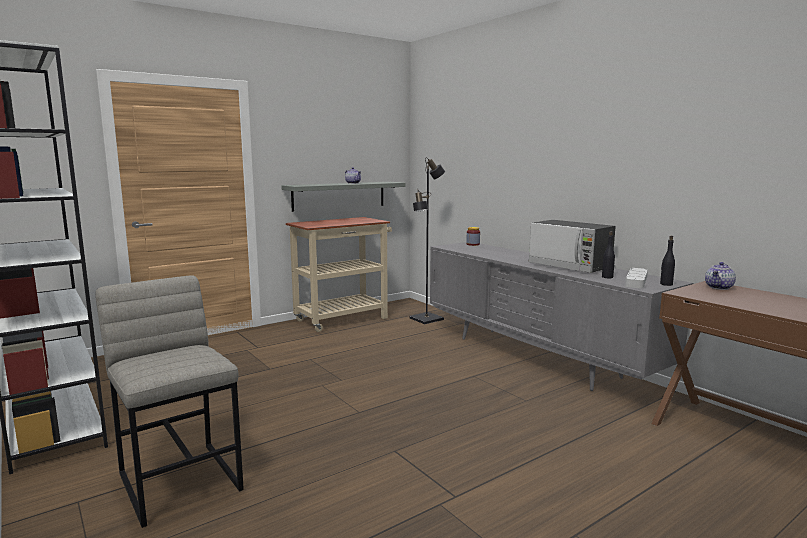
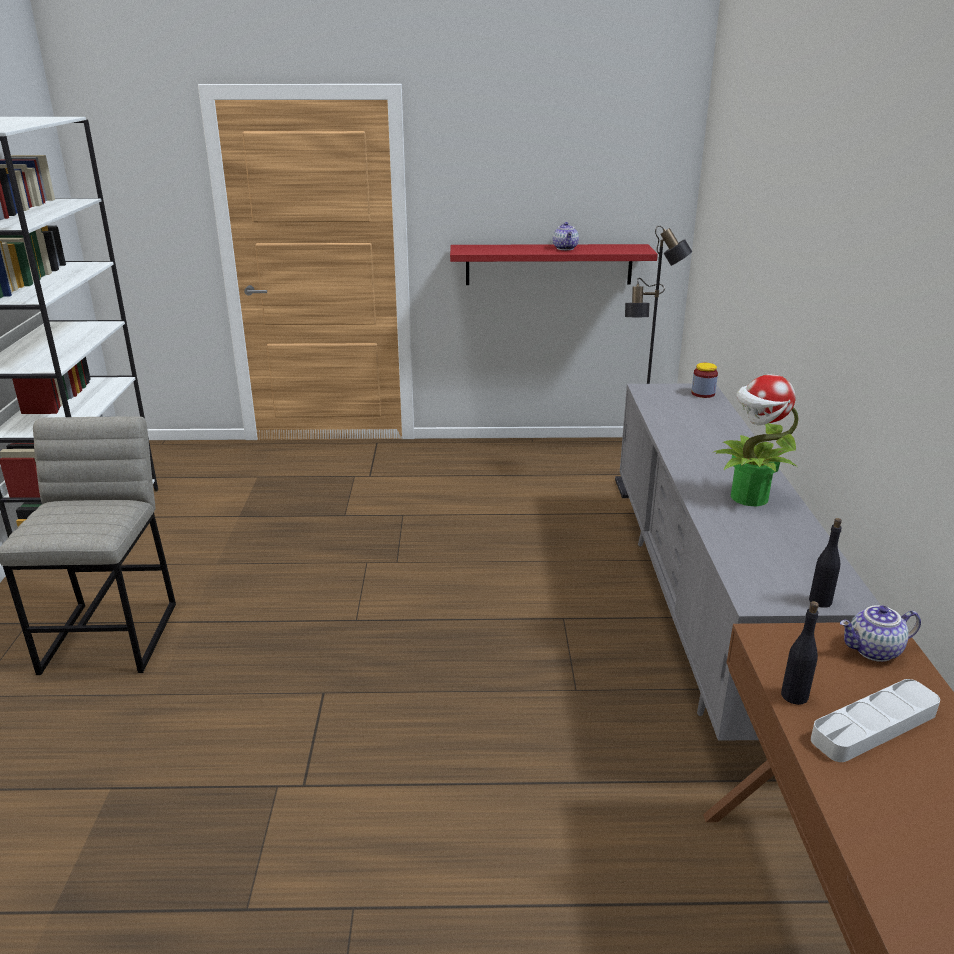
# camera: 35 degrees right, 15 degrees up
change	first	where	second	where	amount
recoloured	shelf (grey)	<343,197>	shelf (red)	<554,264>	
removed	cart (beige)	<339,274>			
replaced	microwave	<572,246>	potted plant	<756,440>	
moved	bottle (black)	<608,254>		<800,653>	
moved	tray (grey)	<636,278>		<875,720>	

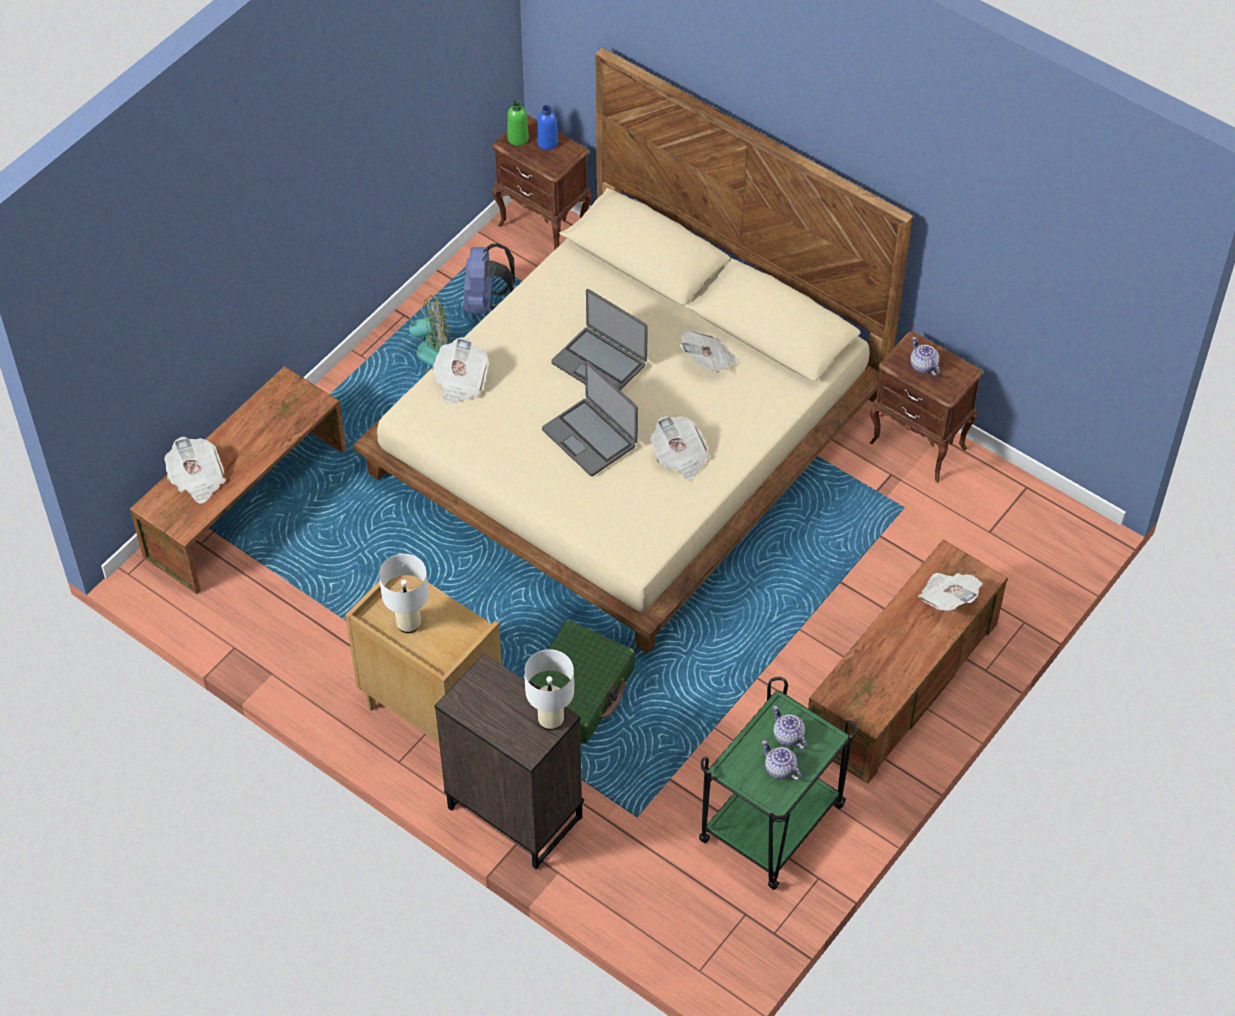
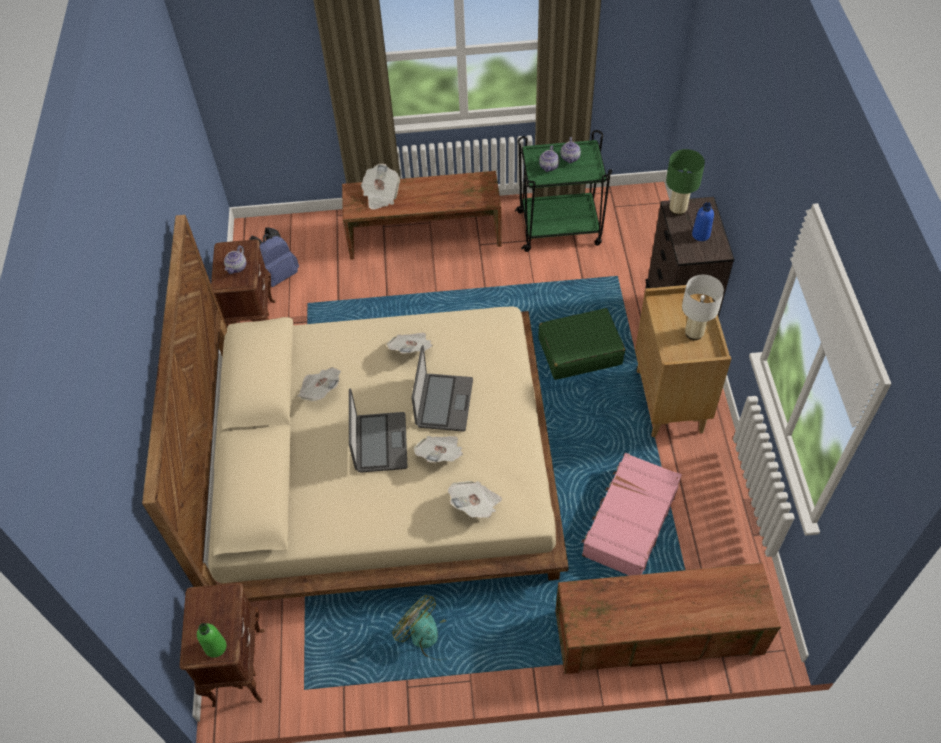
# camera: 130 degrees left, 0 degrees up
change	first	where	second	where	amount
moved	newspaper	<195,470>		<438,449>	
moved	backpack (blue)	<489,278>		<274,257>	
recoloured	table lamp (white)	<549,689>	table lamp (green)	<685,182>	
moved	bottle (blue)	<547,127>		<703,221>	
added			suitcase (pink)	<631,514>	

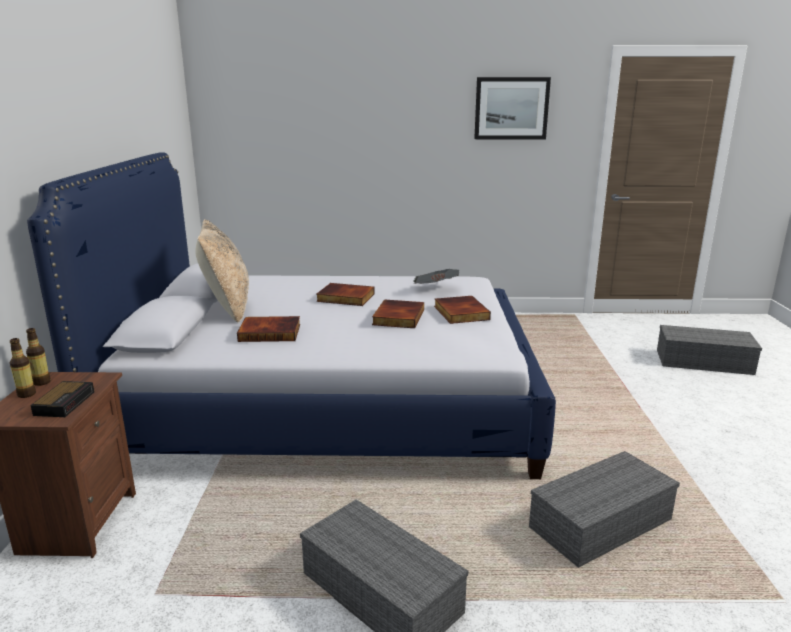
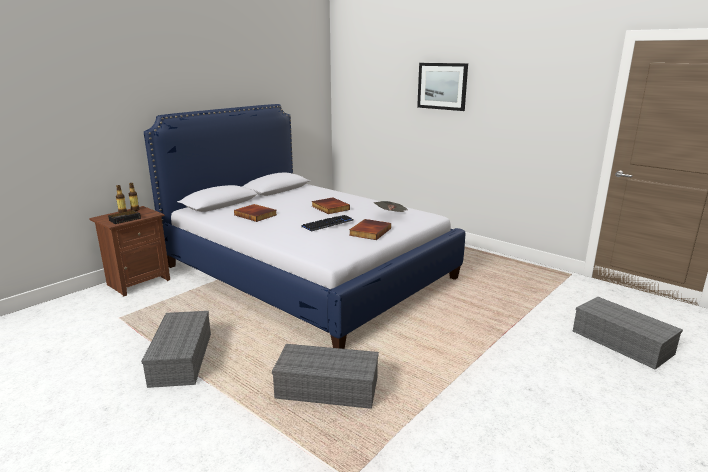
# camera: 40 degrees right, 0 degrees up
change	first	where	second	where	amount
removed	pillow (beige)	<222,271>			
replaced	book	<398,313>	keyboard	<327,223>	
moved	picture	<512,108>		<442,87>	

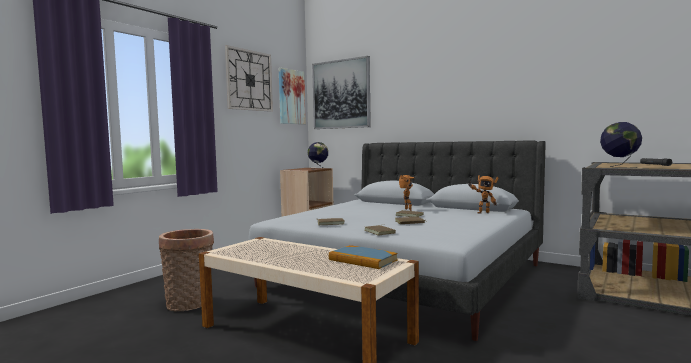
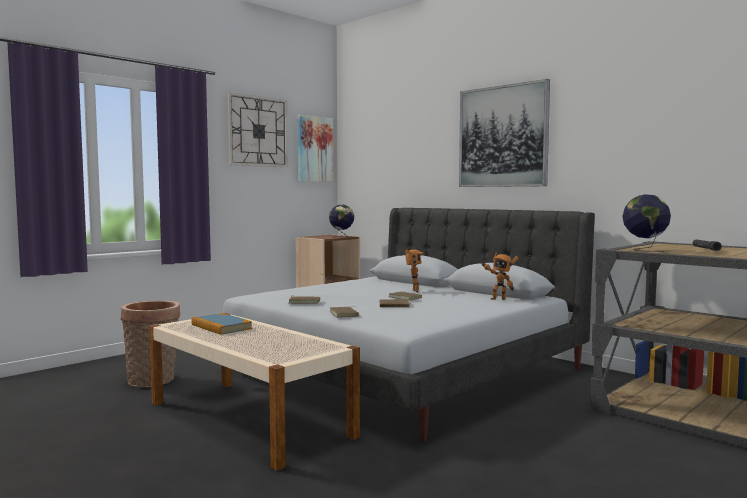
# camera: 10 degrees right, 0 degrees up
change	first	where	second	where	amount
moved	picture	<341,92>		<504,133>	
moved	book	<363,257>		<221,324>	

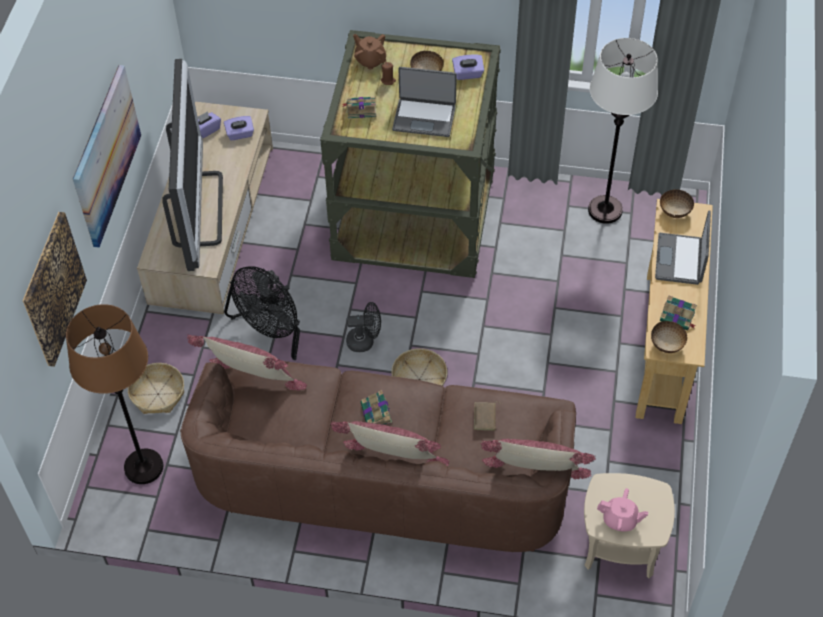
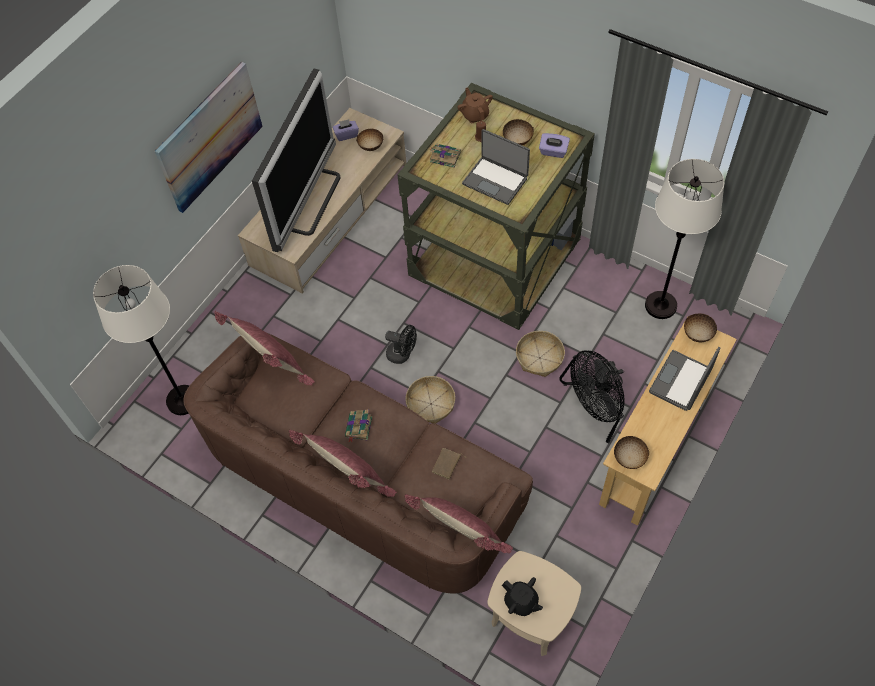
# camera: 25 degrees right, 5 degrees up
change	first	where	second	where	amount
removed	picture	<55,289>			
recoloured	floor lamp (brown)	<114,394>	floor lamp (white)	<141,340>	
moved	basket	<156,388>		<540,354>	
replaced	tissue box (purple)	<239,128>	bowl	<369,140>	
moved	fan (black)	<262,313>		<592,397>	
recoloured	teapot (pink)	<622,509>	teapot (black)	<522,596>	
removed	book	<678,312>			

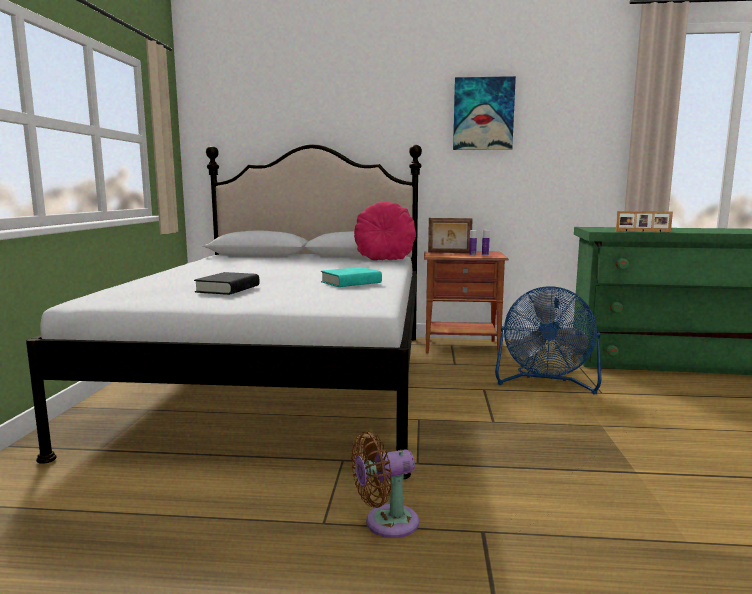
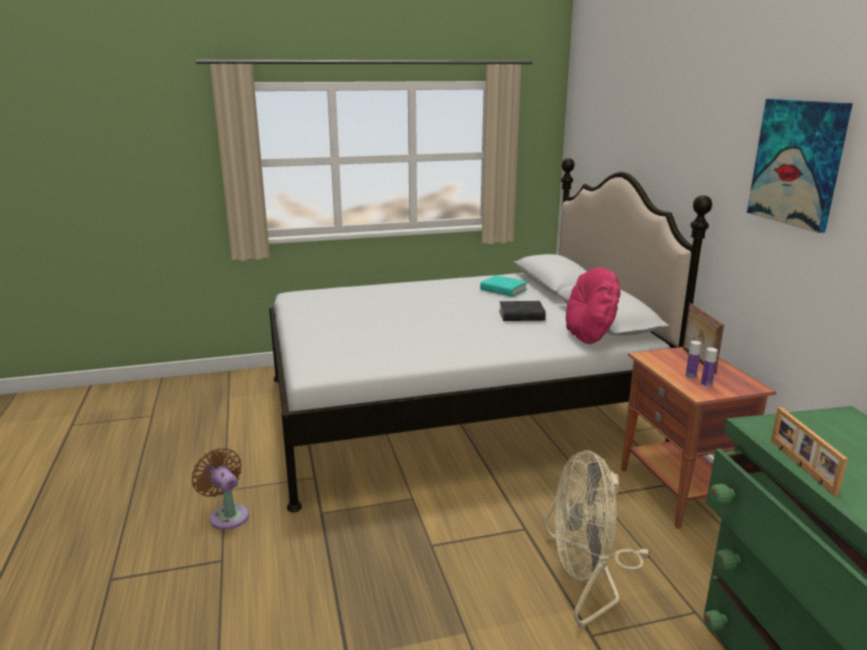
# camera: 70 degrees right, 10 degrees up
change	first	where	second	where	amount
moved	book (black)	<227,283>		<522,311>	
moved	book (turquoise)	<351,277>		<503,286>	
recoloured	fan (blue)	<548,340>	fan (beige)	<597,540>	

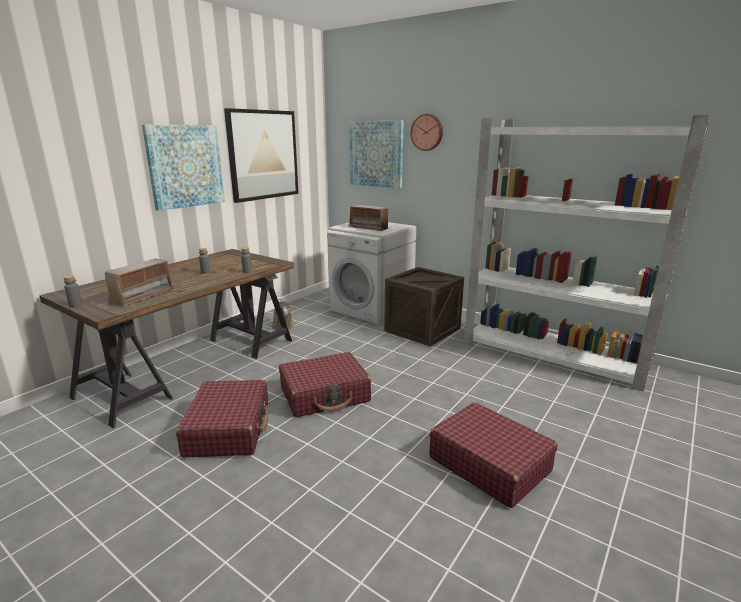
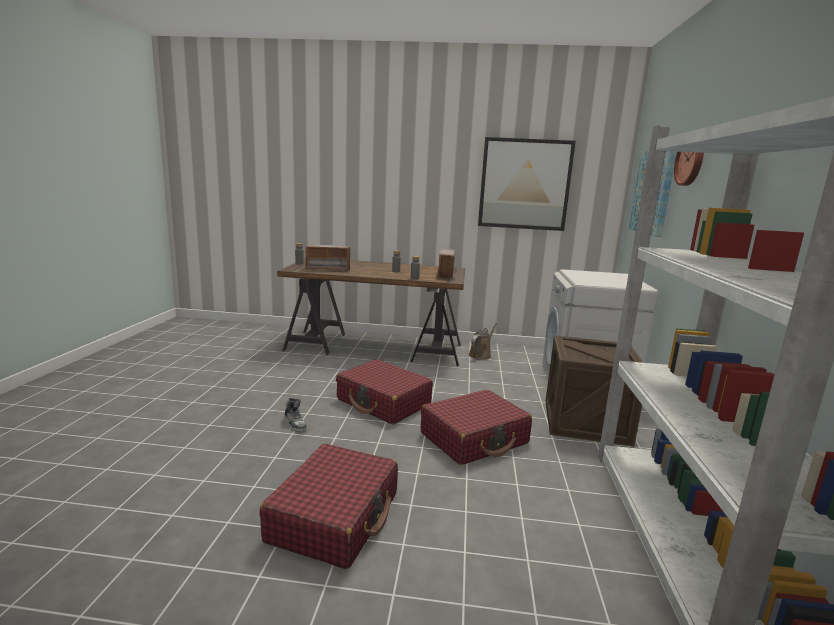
# camera: 60 degrees right, 5 degrees down
change	first	where	second	where	amount
removed	picture	<183,168>			
moved	suitcase (red)	<222,418>		<476,427>	
moved	radio	<368,217>		<445,264>	
added			shoe	<296,415>	

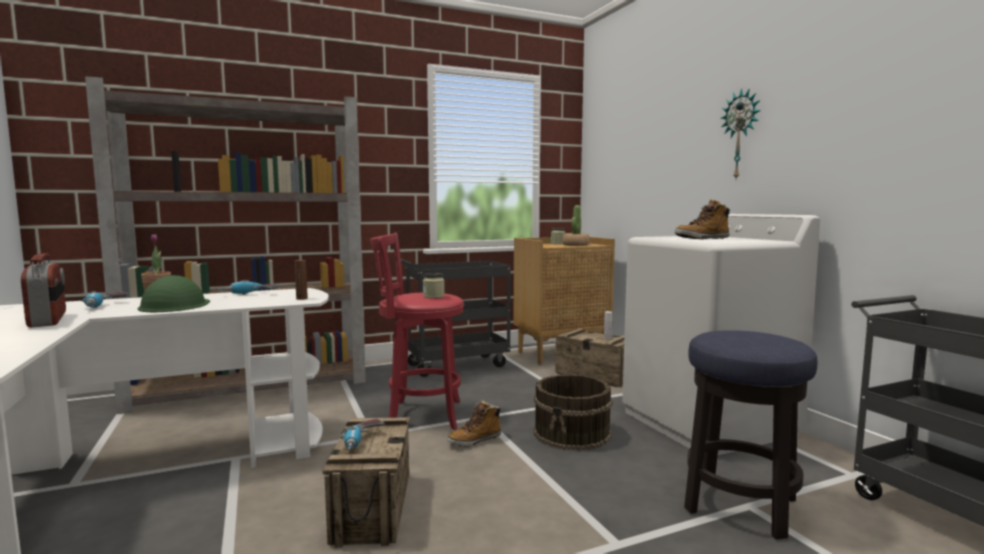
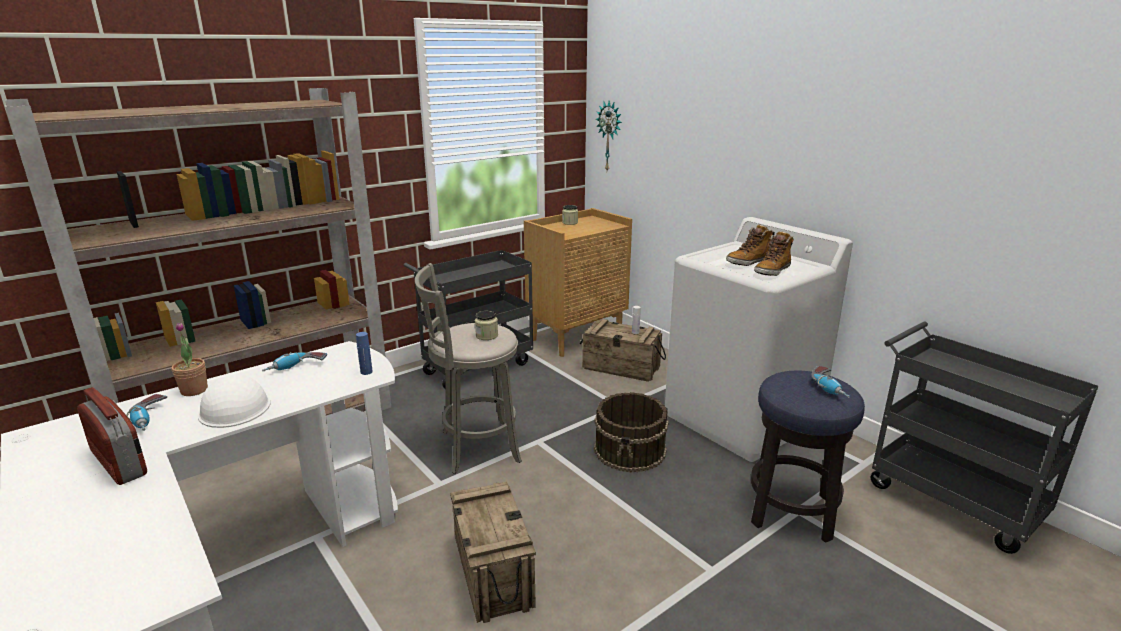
# camera: 15 degrees left, 15 degrees up
change	first	where	second	where	amount
recoloured	hard hat (green)	<173,293>	hard hat (white)	<234,401>	
recoloured	bottle (brown)	<301,280>	bottle (blue)	<364,353>	
moved	power drill	<362,435>		<830,382>	
recoloured	stool (red)	<417,331>	stool (grey)	<468,368>	
moved	boot	<474,423>		<774,253>	
removed	potted plant	<576,225>			
moved	wall clock	<741,133>		<609,136>	

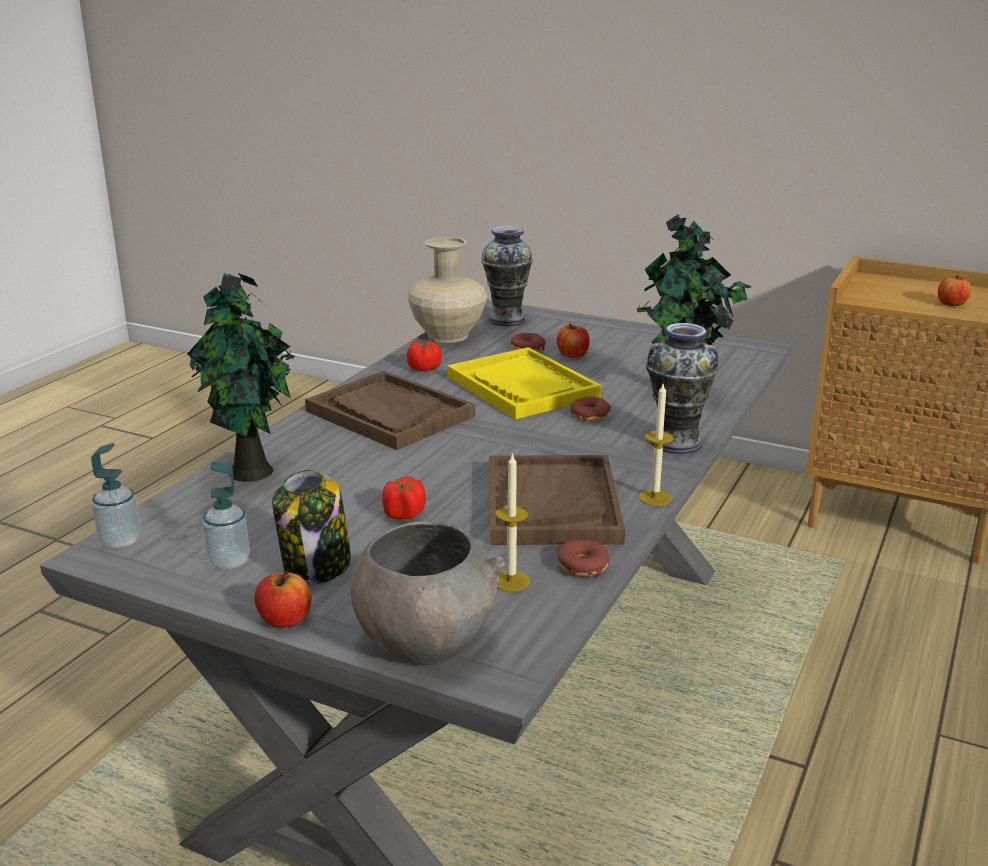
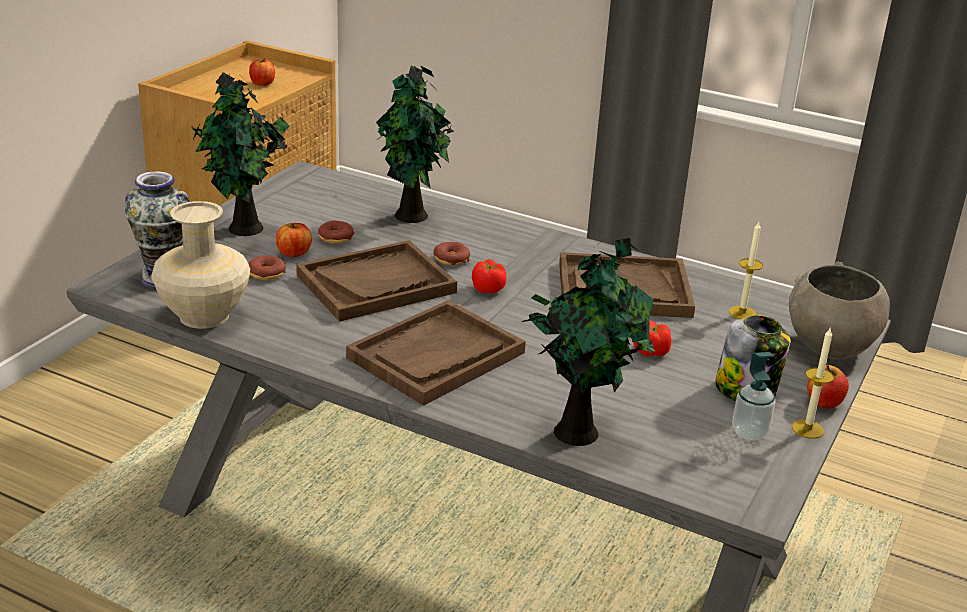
# camera: 90 degrees left, 5 degrees up
change	first	where	second	where	amount
removed	soap dispenser	<116,496>			
moved	tomato	<424,356>		<489,276>	
recoloured	tray (yellow)	<524,383>	tray (brown)	<376,281>	
moved	donut	<584,558>		<336,232>	
moved	candle	<656,445>		<813,383>	
removed	vase	<682,388>			
added			potted plant	<240,154>	

